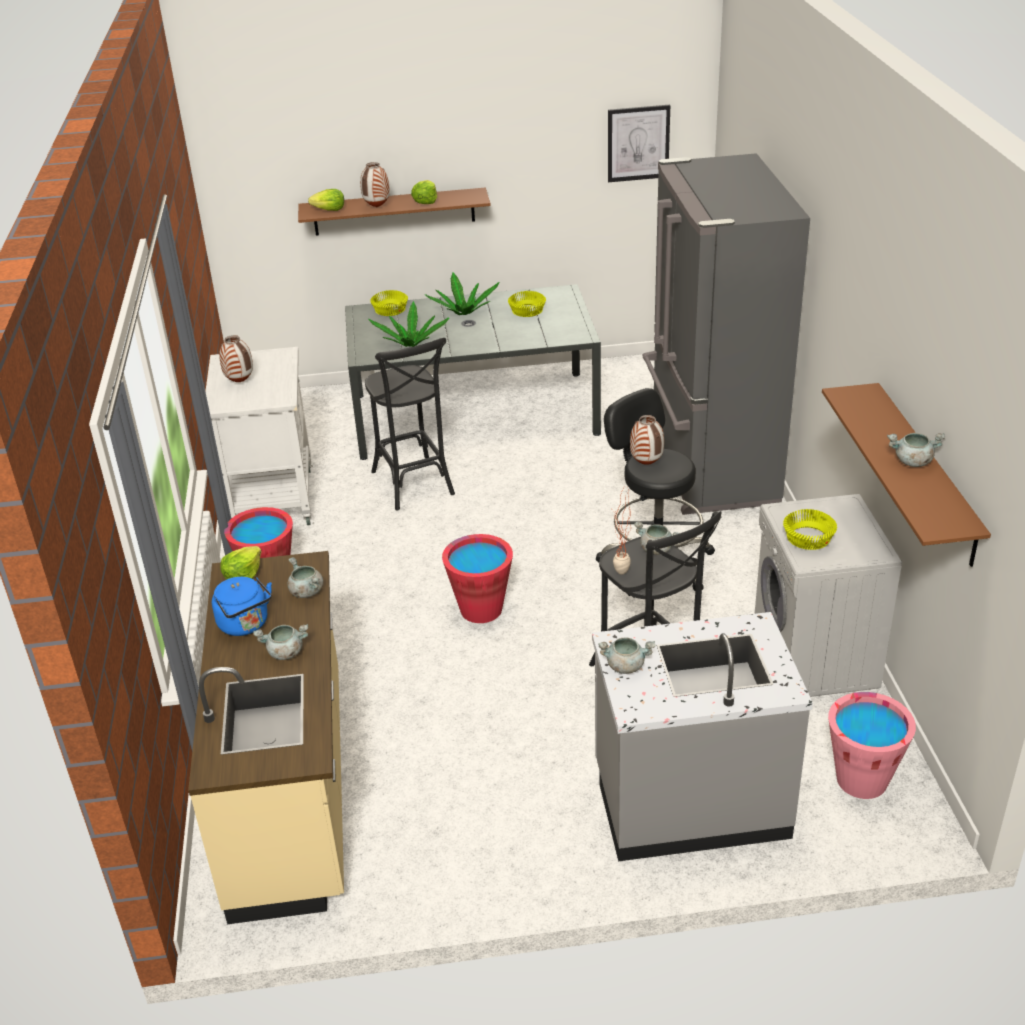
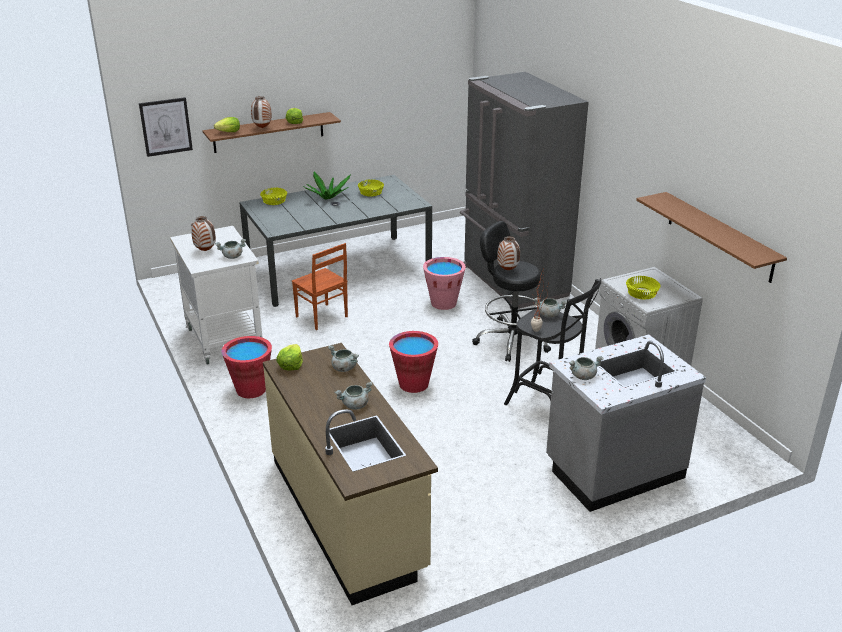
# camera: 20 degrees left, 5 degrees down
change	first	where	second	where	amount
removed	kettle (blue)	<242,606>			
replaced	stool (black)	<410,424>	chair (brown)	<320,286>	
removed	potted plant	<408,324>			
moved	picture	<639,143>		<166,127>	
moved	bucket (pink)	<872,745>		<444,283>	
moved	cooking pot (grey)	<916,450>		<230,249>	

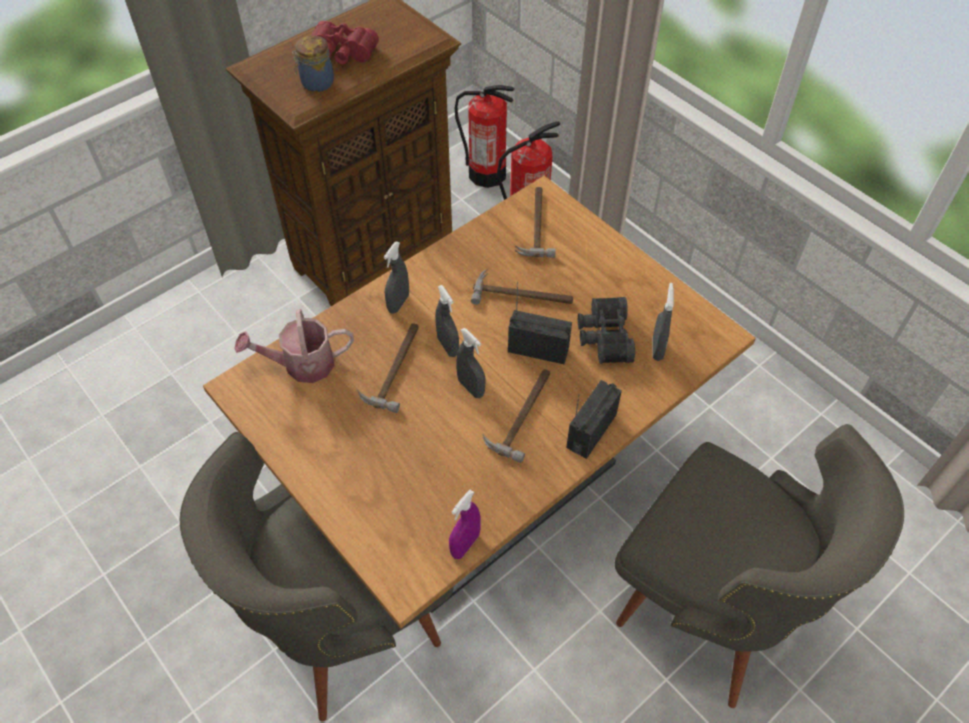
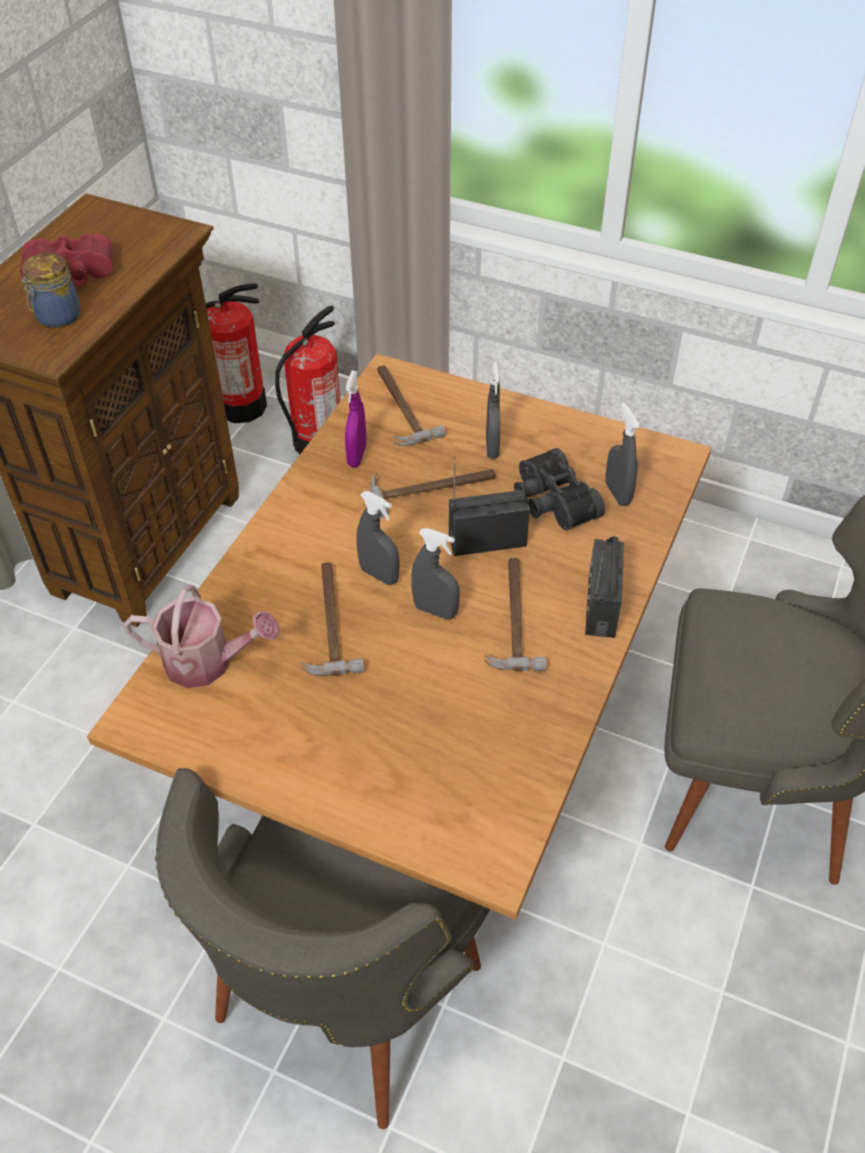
# camera: 25 degrees left, 5 degrees down
change	first	where	second	where	amount
turned	watering can	<294,346>		<201,636>	135 degrees counterclockwise
moved	spray bottle (grey)	<396,277>		<493,410>	
moved	spray bottle (purple)	<465,524>		<355,418>	

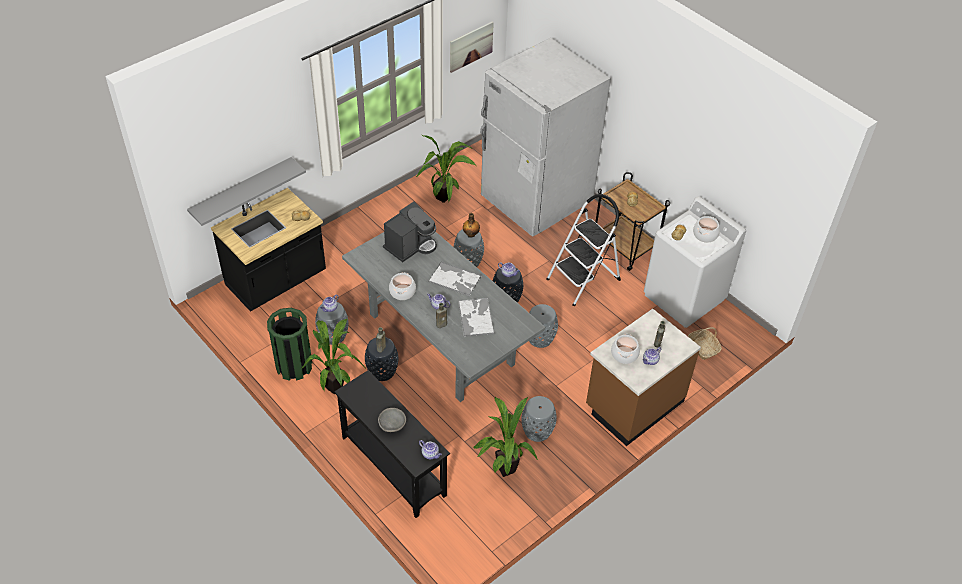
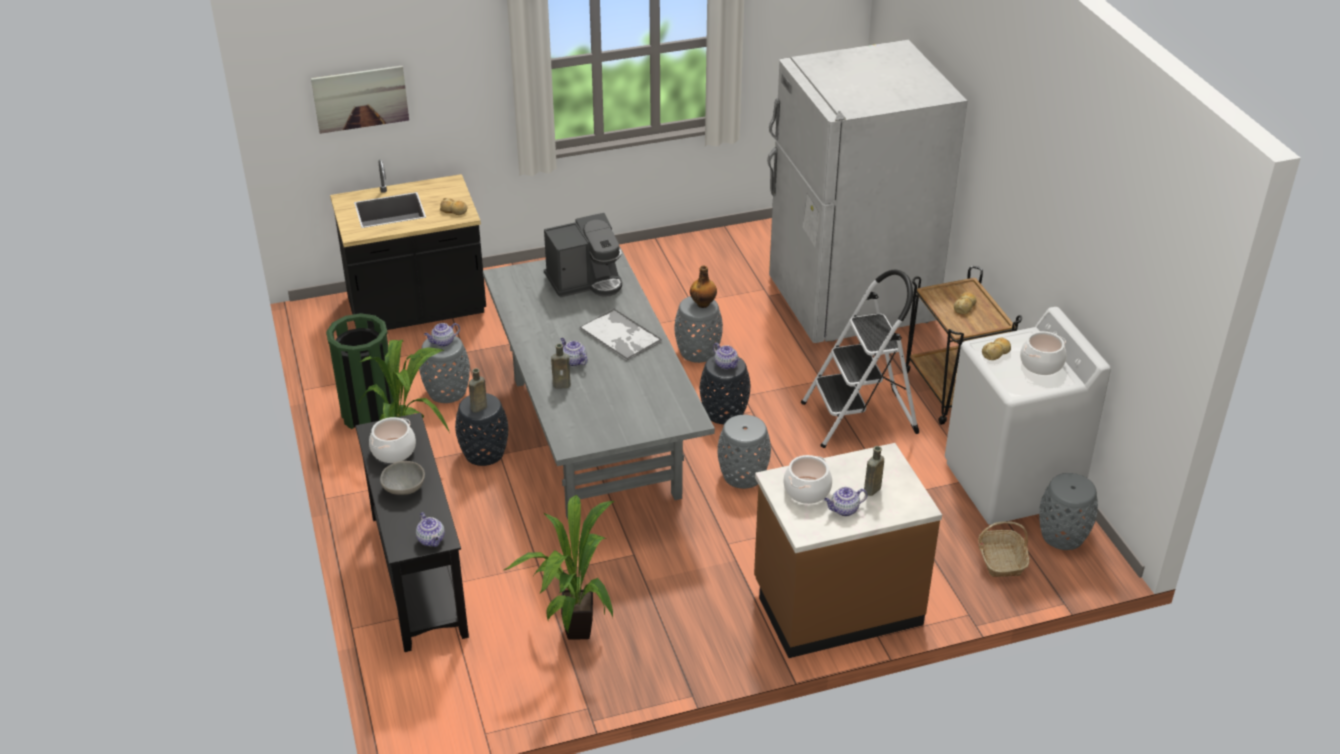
# camera: 25 degrees right, 10 degrees down
change	first	where	second	where	amount
removed	shelf (grey)	<246,191>			
moved	cooking pot	<402,286>		<392,440>	
removed	potted plant	<446,169>			
moved	picture	<472,47>		<360,100>	
removed	tray	<476,317>			
moved	stool (grey)	<539,419>		<1068,511>	

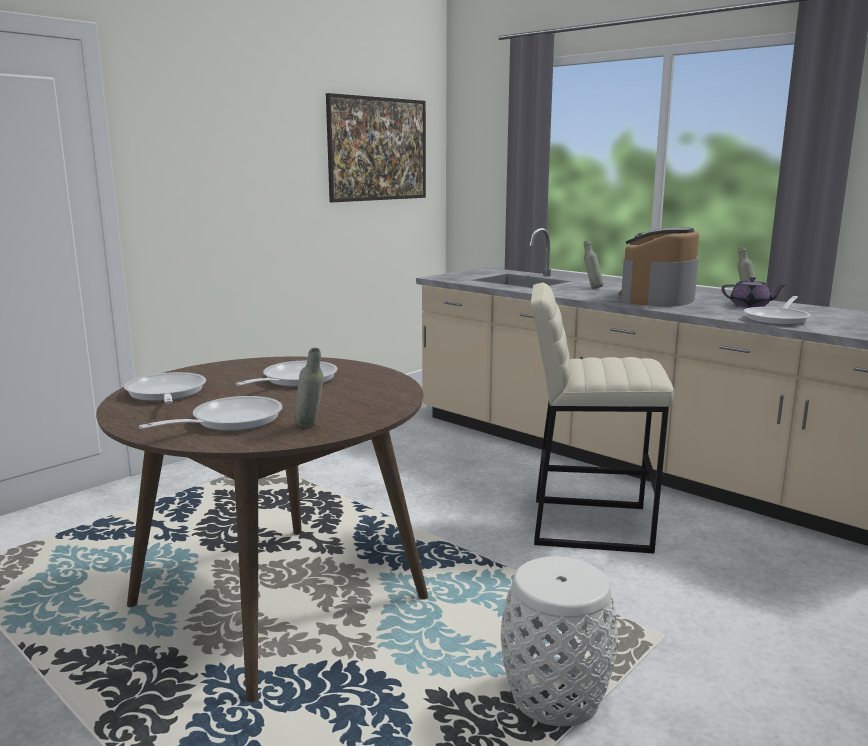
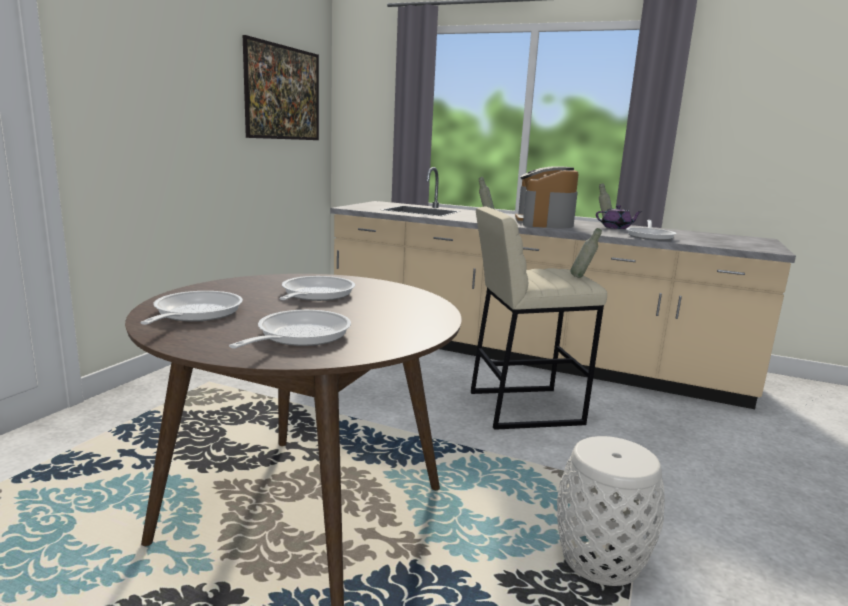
# camera: 20 degrees left, 0 degrees up
change	first	where	second	where	amount
turned	frying pan	<165,388>		<191,308>	45 degrees clockwise
moved	bottle (grey)	<309,387>		<586,253>	

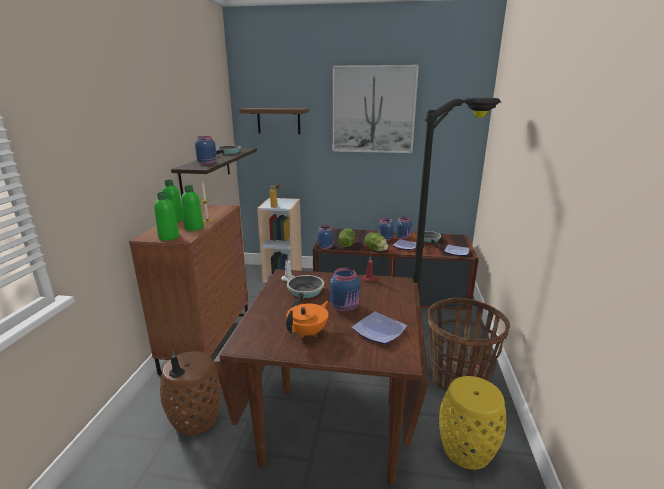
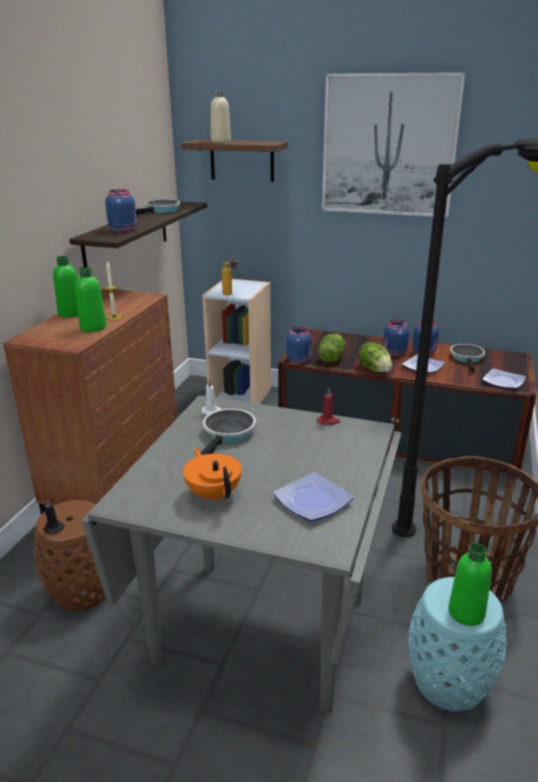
# camera: 10 degrees right, 5 degrees up
change	first	where	second	where	amount
moved	bottle (green)	<166,216>		<470,584>	
recoloured	dining table (brown)	<321,377>	dining table (grey)	<241,554>	
turned	teapot (orange)	<307,319>		<212,475>	75 degrees counterclockwise
removed	jar (blue)	<345,290>			
recoloured	stool (yellow)	<472,423>	stool (turquoise)	<457,644>	
added			bottle (beige)	<221,116>	

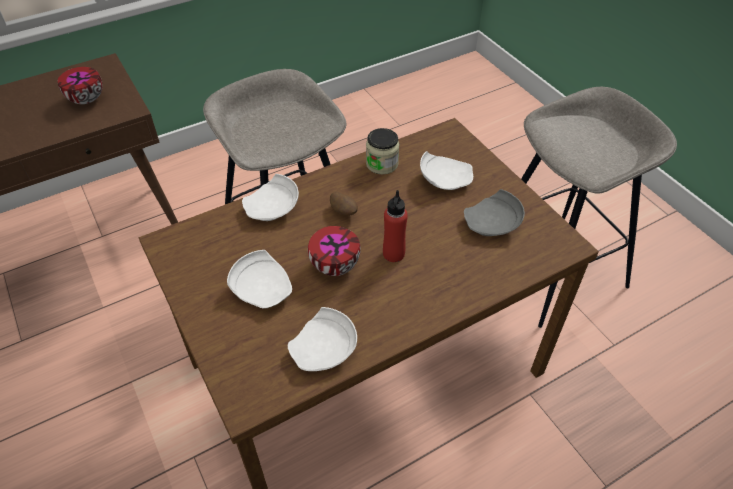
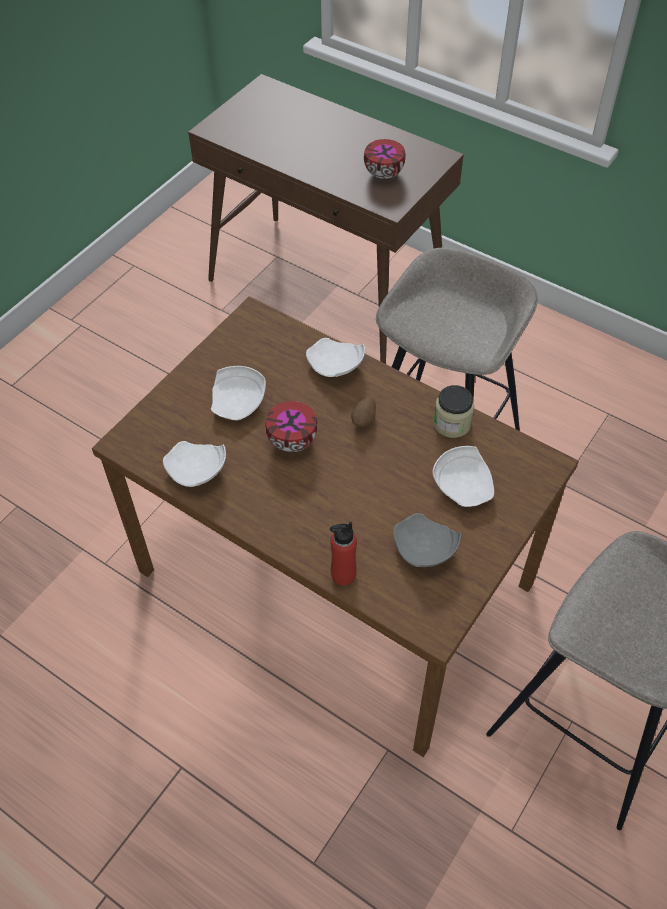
# camera: 65 degrees right, 5 degrees up
change	first	where	second	where	amount
moved	bottle (red)	<395,226>		<343,553>	

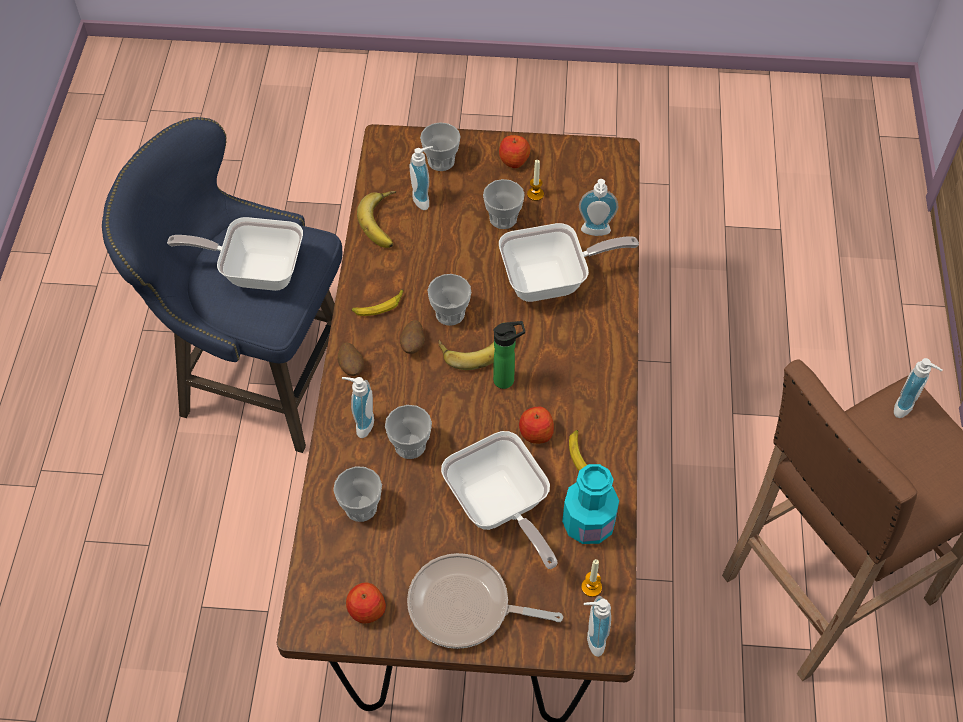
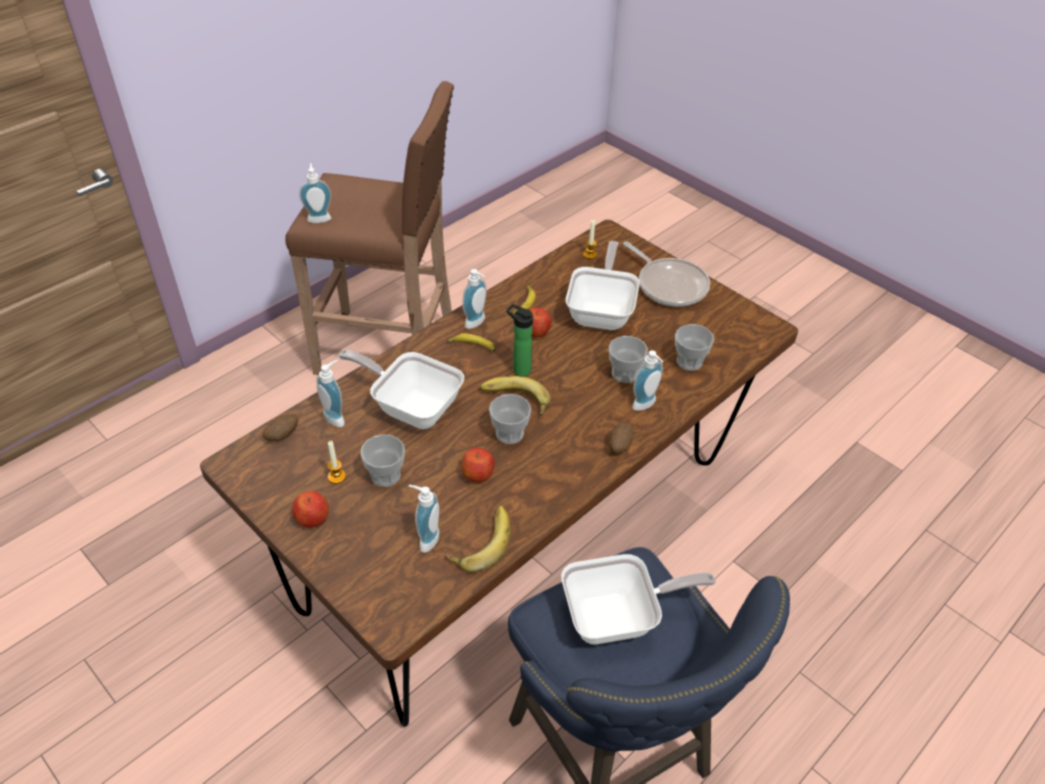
# camera: 140 degrees left, 10 degrees down
change	first	where	second	where	amount
turned	frying pan	<235,254>		<638,599>	60 degrees counterclockwise
moved	apple	<366,603>		<478,465>	
moved	banana	<378,302>		<471,342>	
moved	potato	<412,337>		<280,427>	
removed	cup	<440,146>			
removed	bottle (turquoise)	<590,504>			
moved	soap dispenser	<597,626>		<474,299>	

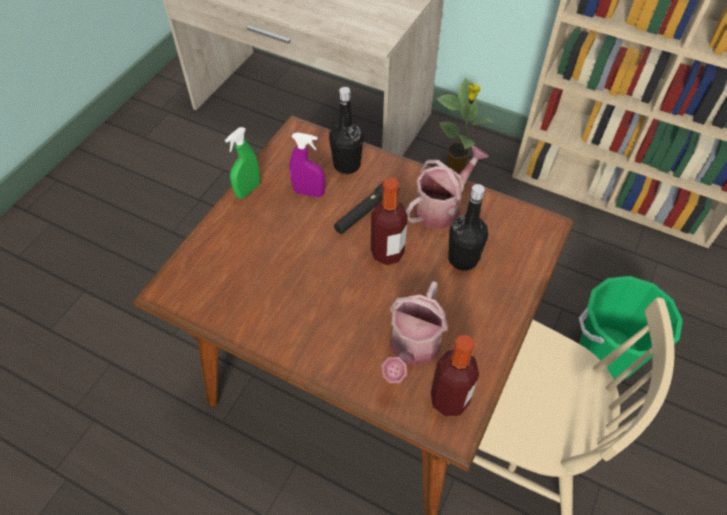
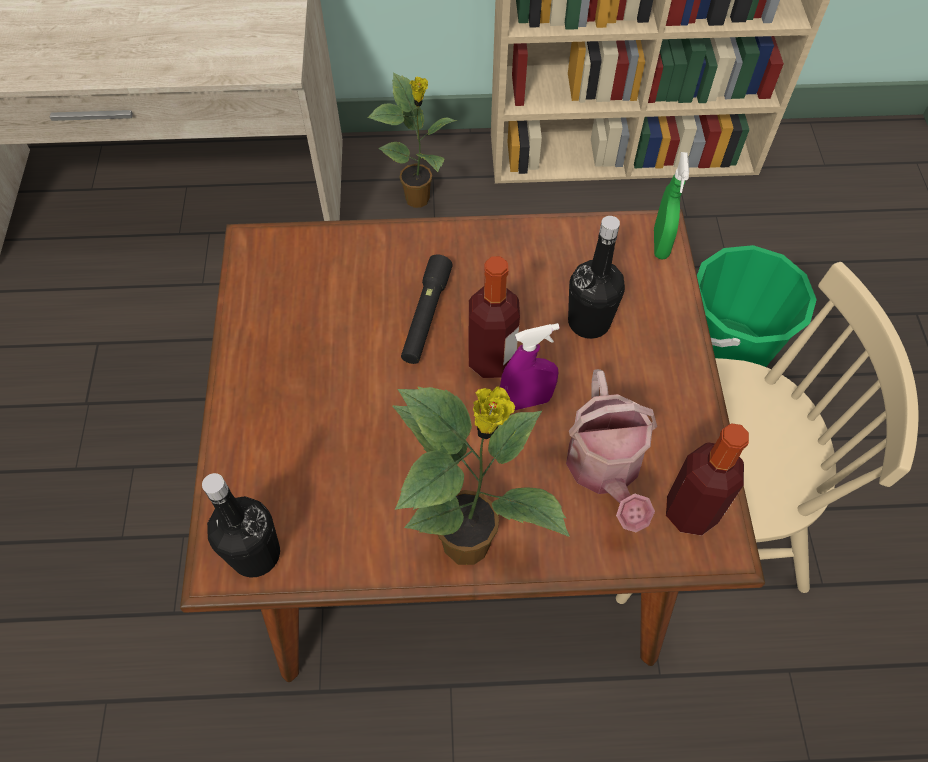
# camera: 30 degrees left, 5 degrees up
change	first	where	second	where	amount
moved	spray bottle (green)	<242,163>		<671,206>	
moved	spray bottle (purple)	<307,165>		<529,366>	
moved	bottle (black)	<346,130>		<241,525>	
removed	watering can	<447,187>			
added			potted plant	<481,476>	

